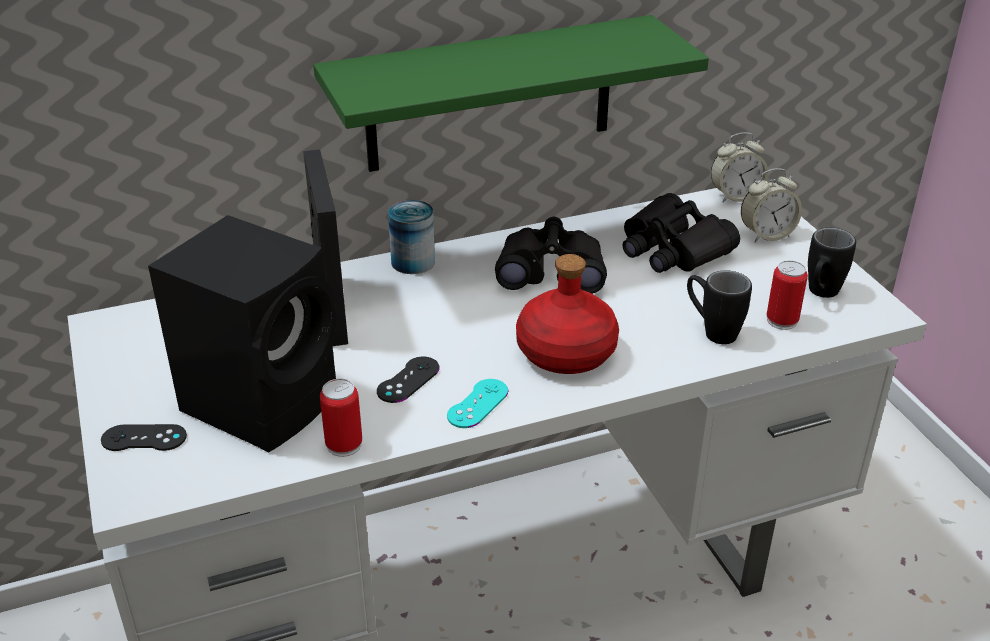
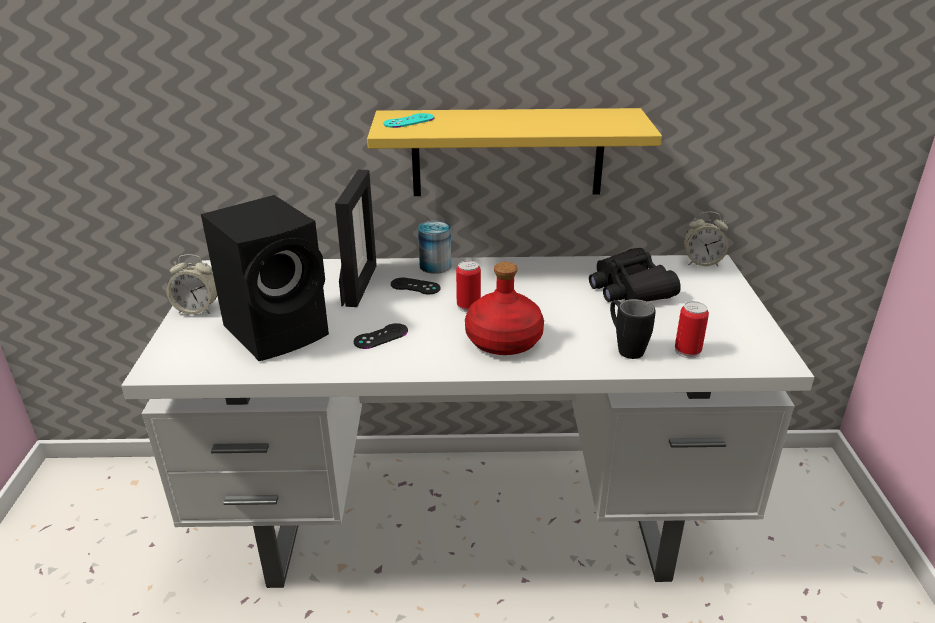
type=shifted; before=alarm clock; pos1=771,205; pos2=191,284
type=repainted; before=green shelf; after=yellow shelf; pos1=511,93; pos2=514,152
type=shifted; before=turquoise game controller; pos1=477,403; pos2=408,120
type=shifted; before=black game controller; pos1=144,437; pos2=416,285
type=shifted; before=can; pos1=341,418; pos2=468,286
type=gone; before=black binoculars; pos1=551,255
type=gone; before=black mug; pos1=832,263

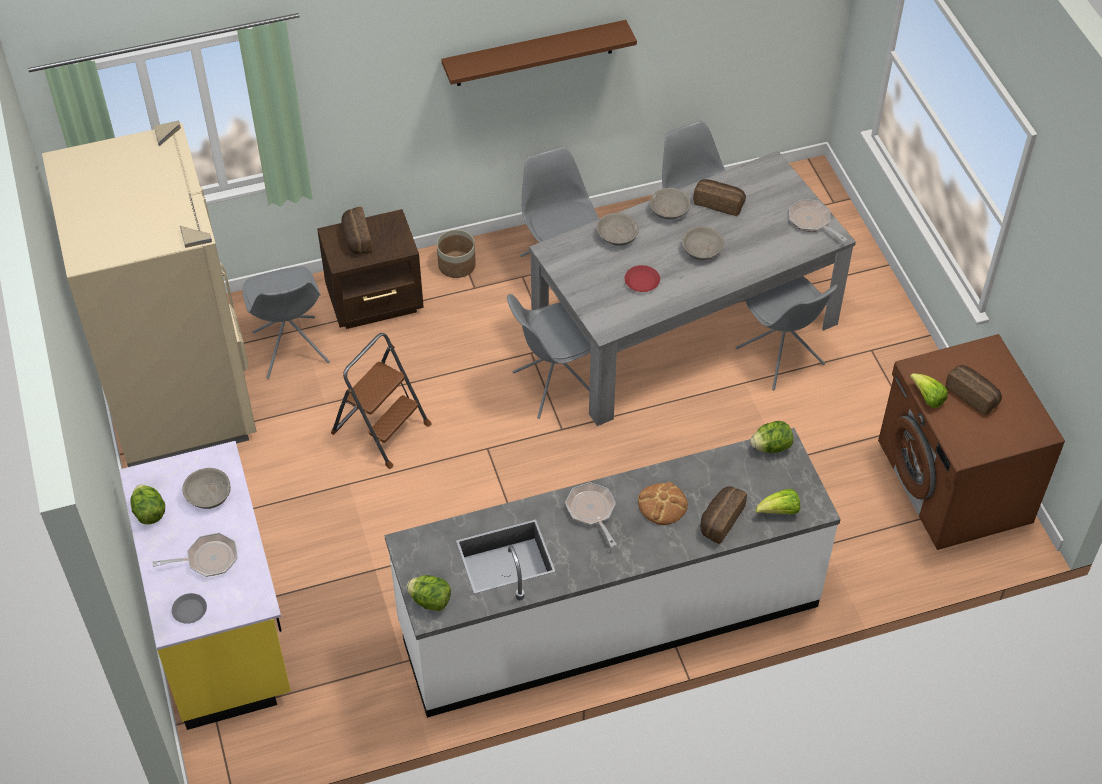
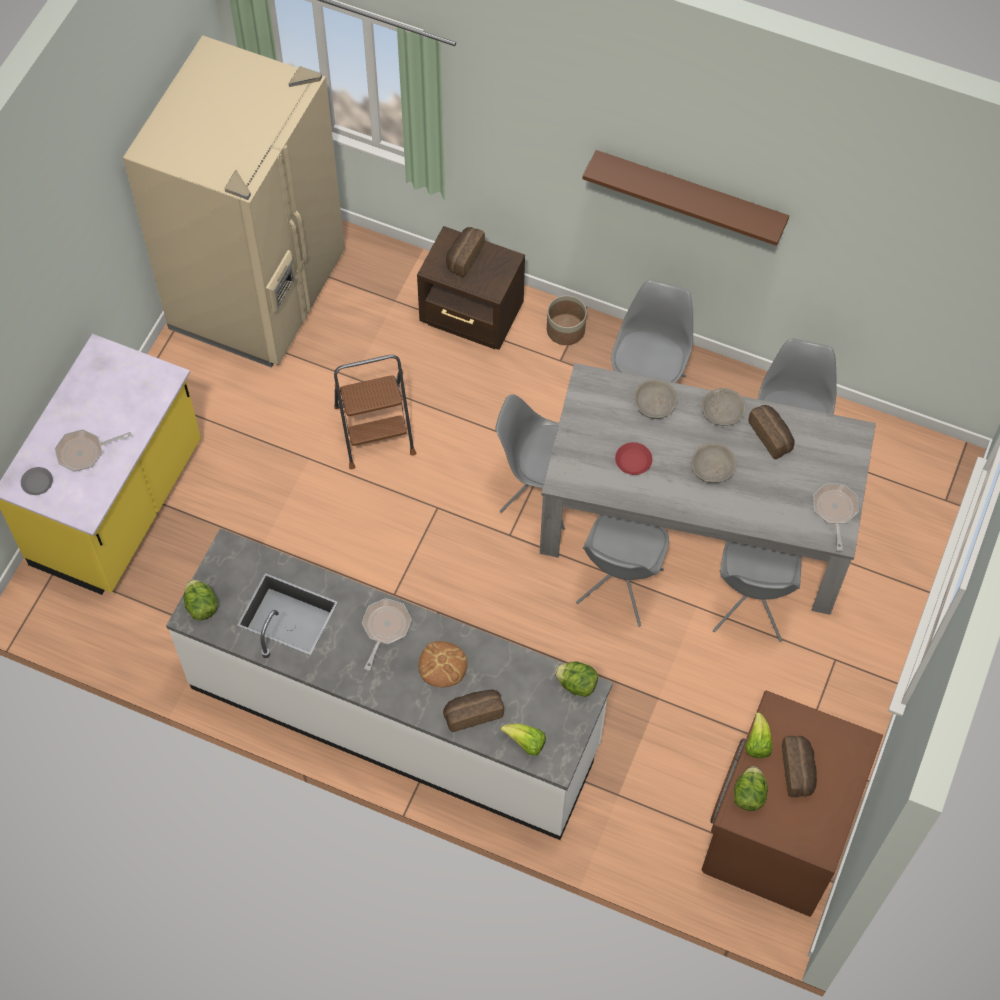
type=rotated; before=frying pan; pos1=195,555; pos2=93,450; turn=135
type=shifted; before=grey chair; pos1=286,322; pos2=622,571
type=shifted; before=lettuce; pos1=148,504; pos2=751,788
type=gone; before=grey bowl; pos1=206,488

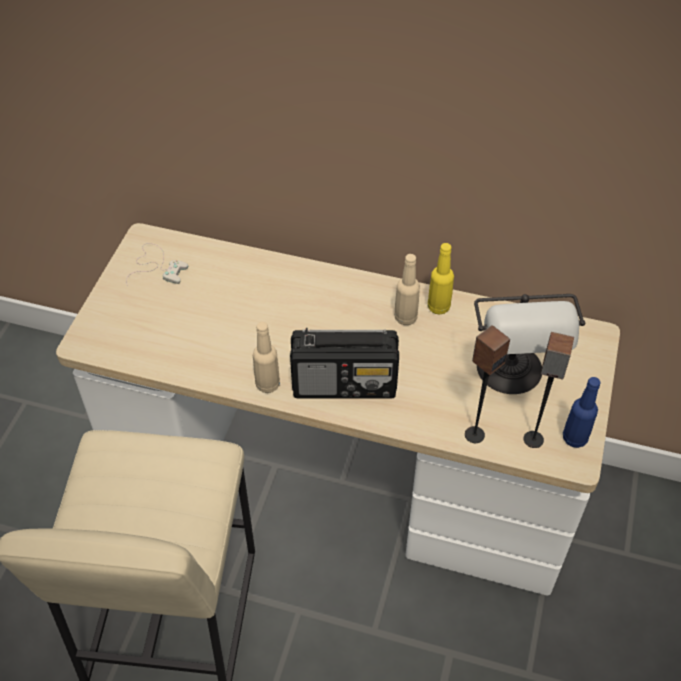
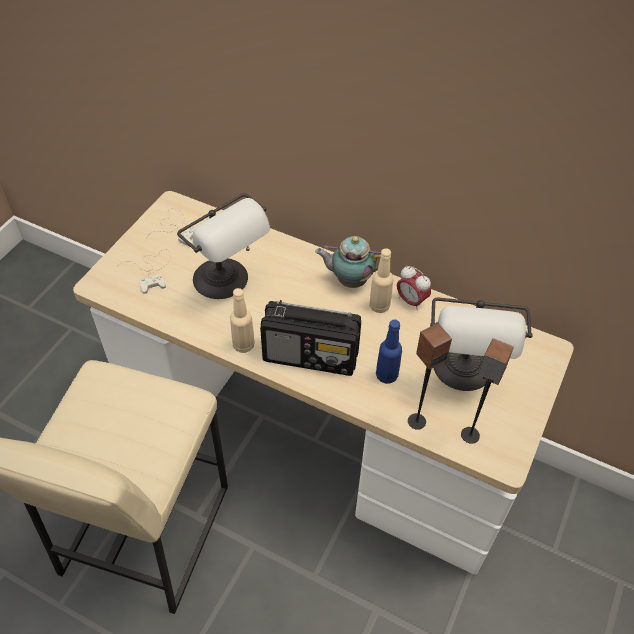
type=new; after=white game controller; pos2=145,271
type=new; after=table lamp; pos2=223,246
type=new; after=teapot; pos2=348,262
type=shifted; before=blue bottle; pos1=582,412; pos2=389,351
type=swapped; before=yellow bottle; after=alarm clock; pos1=441,279; pos2=414,288

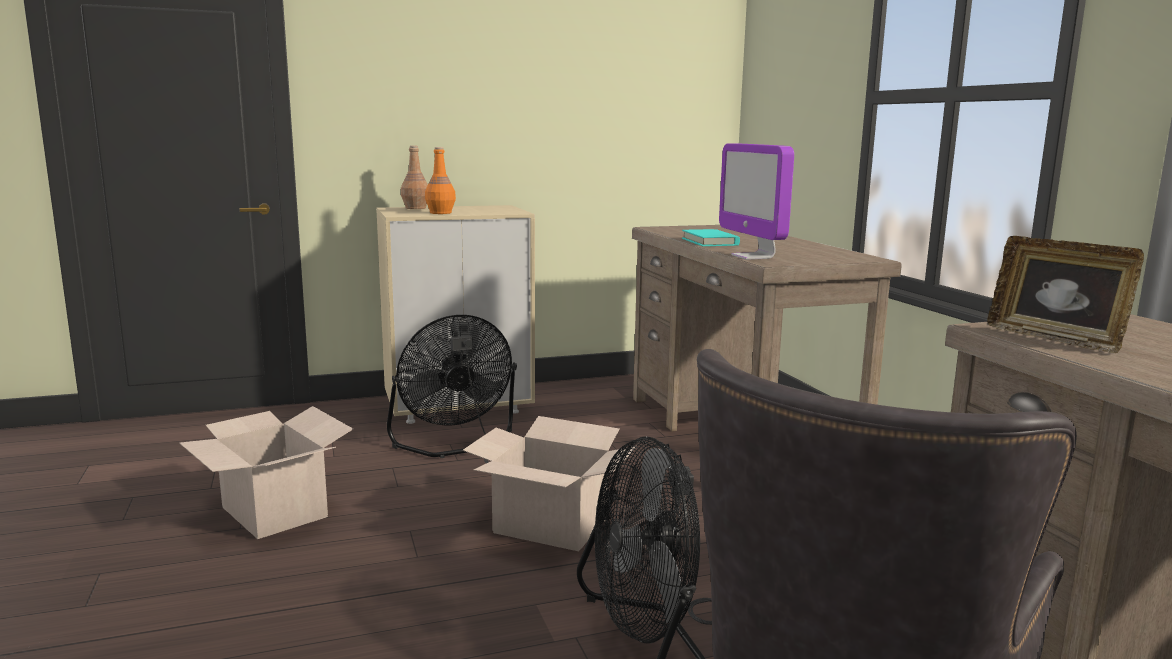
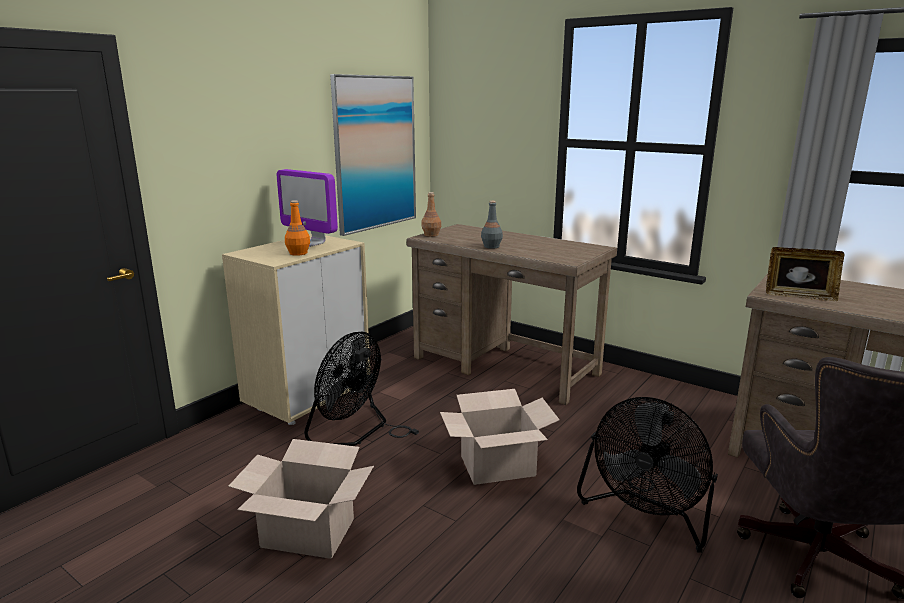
type=shifted; before=monitor; pos1=756,201; pos2=307,208
type=new; after=picture; pos2=373,155
type=shifted; before=brown bottle; pos1=414,177; pos2=431,214
type=swapped; before=turquoise book; after=grey bottle; pos1=711,237; pos2=492,225

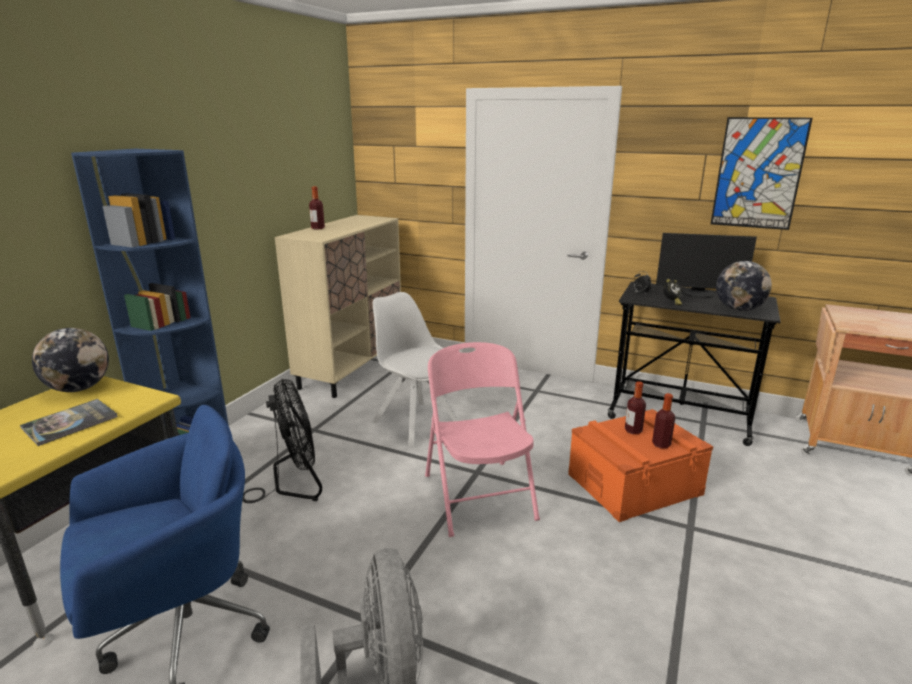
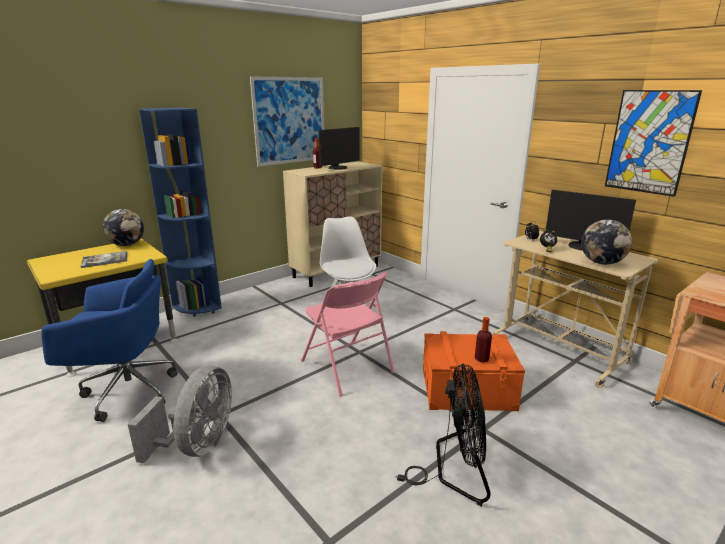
type=new; after=picture; pos2=287,121
type=rotated; before=pink chair; pos1=482,439; pos2=348,334; turn=135
type=new; after=monitor; pos2=339,148
type=shifted; before=black fan; pos1=282,441; pos2=443,435
type=repainted; before=black desk; after=beige desk; pos1=694,364; pos2=576,309
type=gone; before=bottle; pos1=635,407

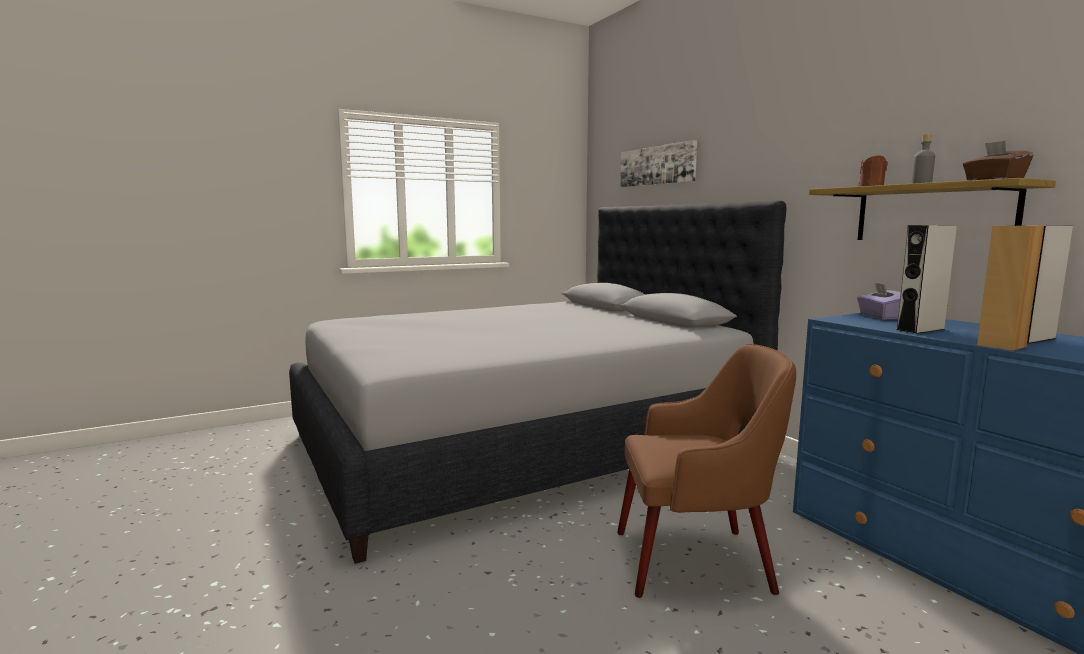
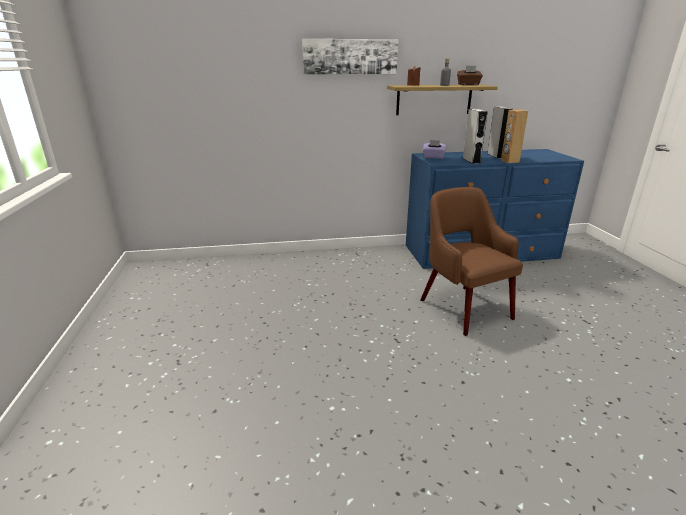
type=shifted; before=picture; pos1=658,163; pos2=350,57
type=rotated; before=brown armchair; pos1=706,471; pos2=471,261; turn=-45
type=gone; before=grey bed; pos1=537,382

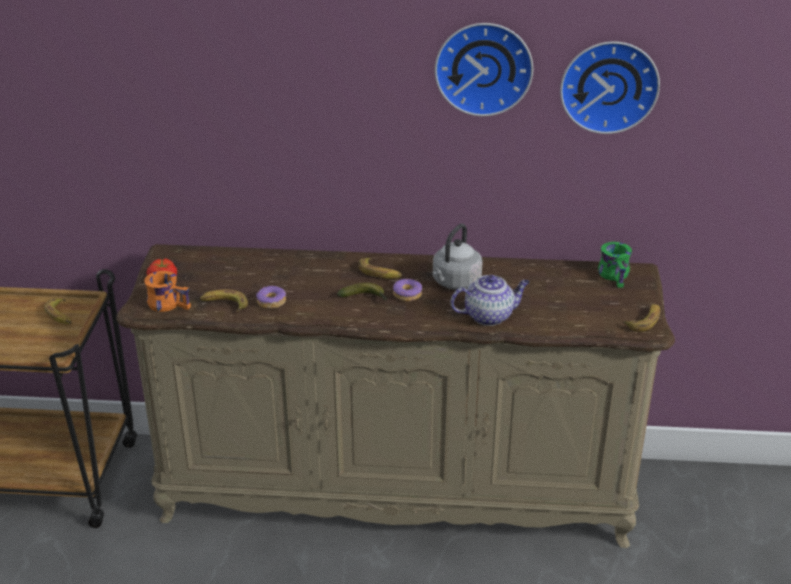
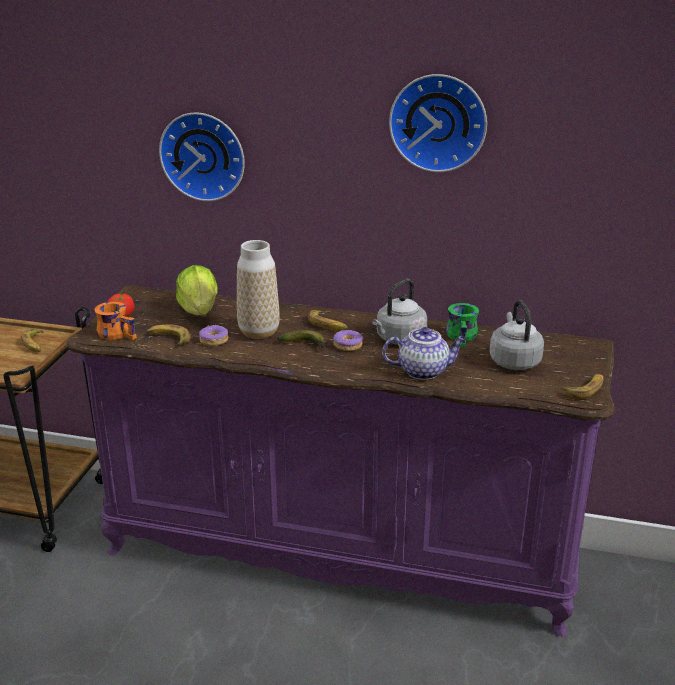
type=repainted; before=beige cabinet; after=purple cabinet; pos1=395,396; pos2=340,461
type=shifted; before=wall clock; pos1=610,87; pos2=202,157
type=new; after=lettuce; pos2=197,290
type=new; after=vase; pos2=258,289
type=shifted; before=green mug; pos1=615,265; pos2=462,325
type=new; after=grey kettle; pos2=516,335

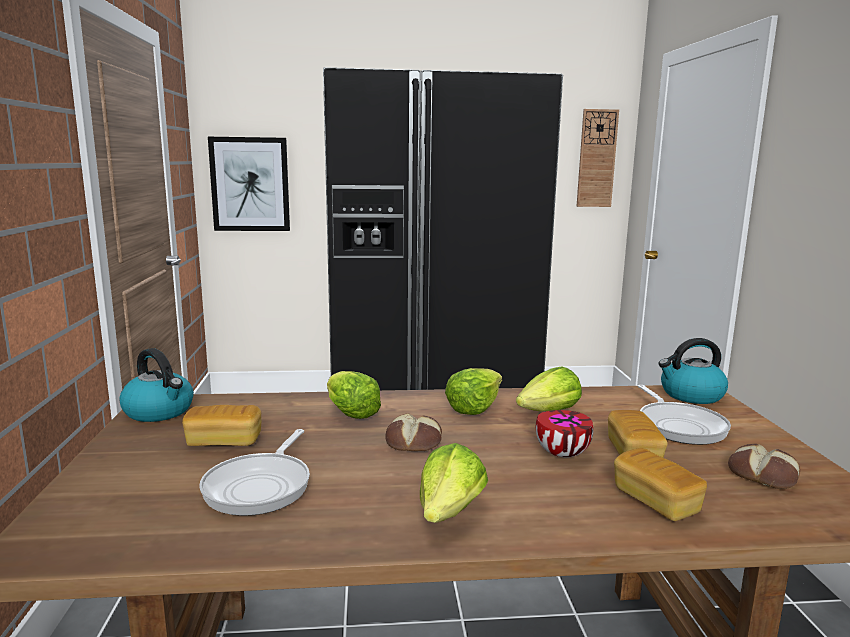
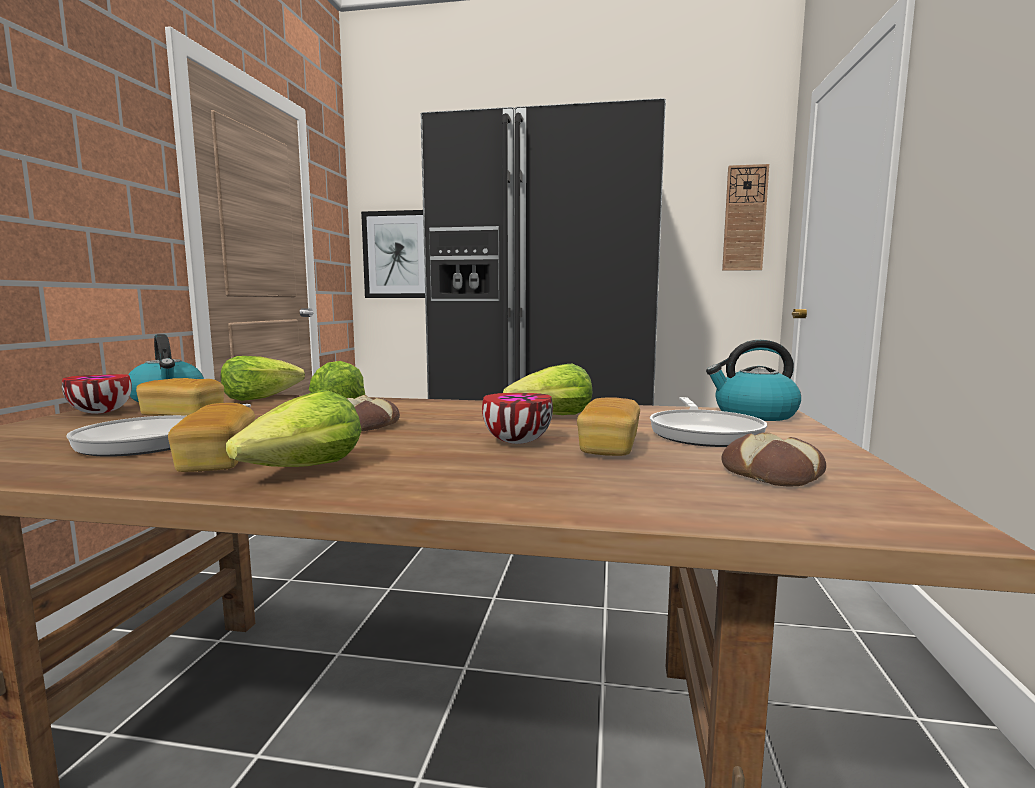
type=new; after=bowl; pos2=97,394
type=shifted; before=bread; pos1=660,484; pos2=211,437
type=shifted; before=lettuce; pos1=473,391; pos2=263,378

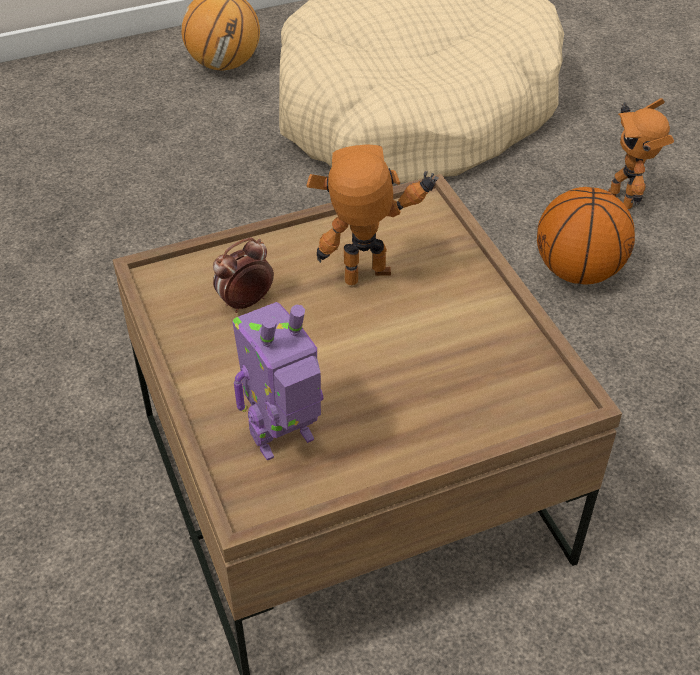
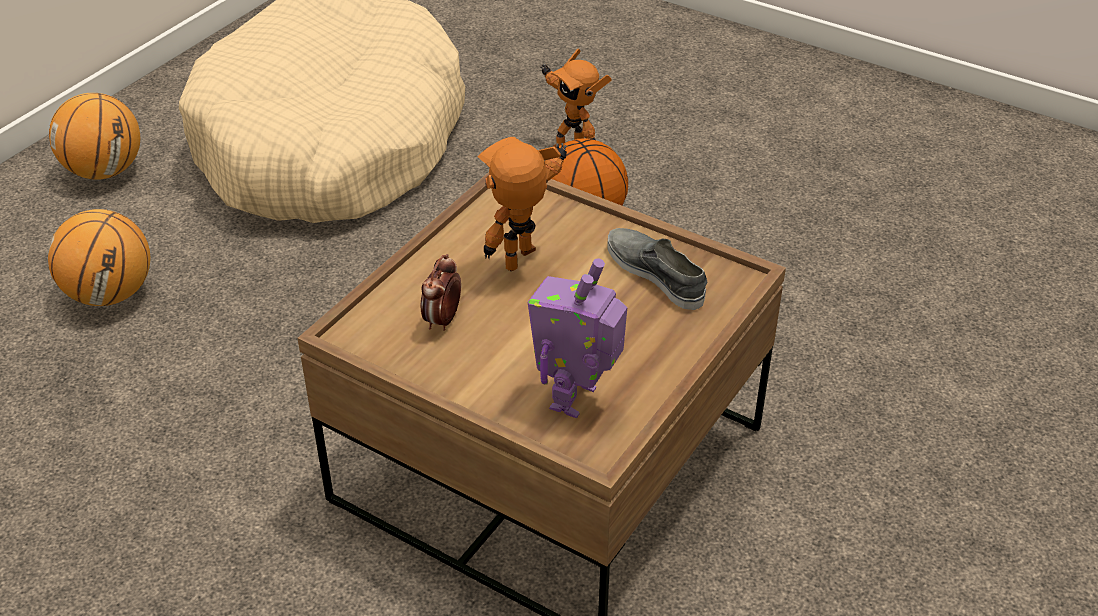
type=new; after=basketball; pos2=99,257
type=new; after=grey shoe; pos2=657,269

